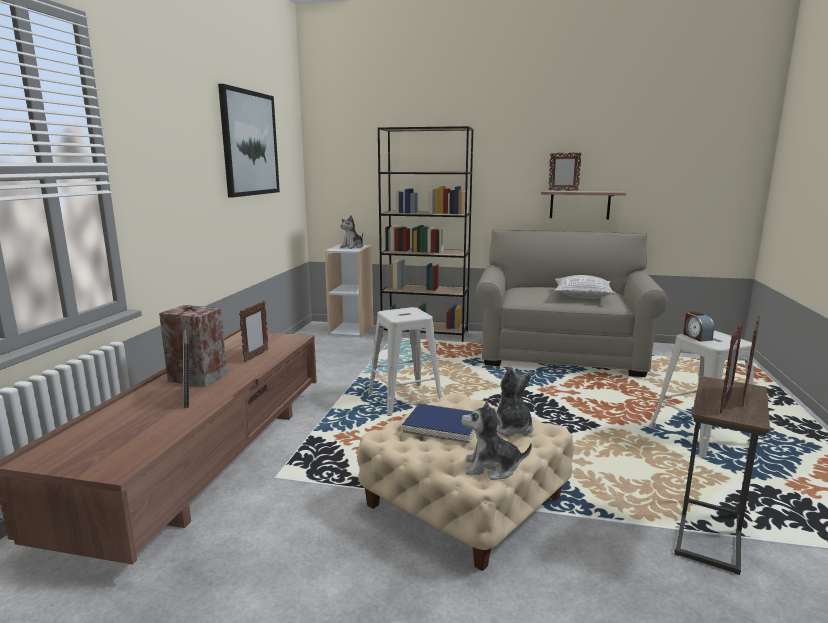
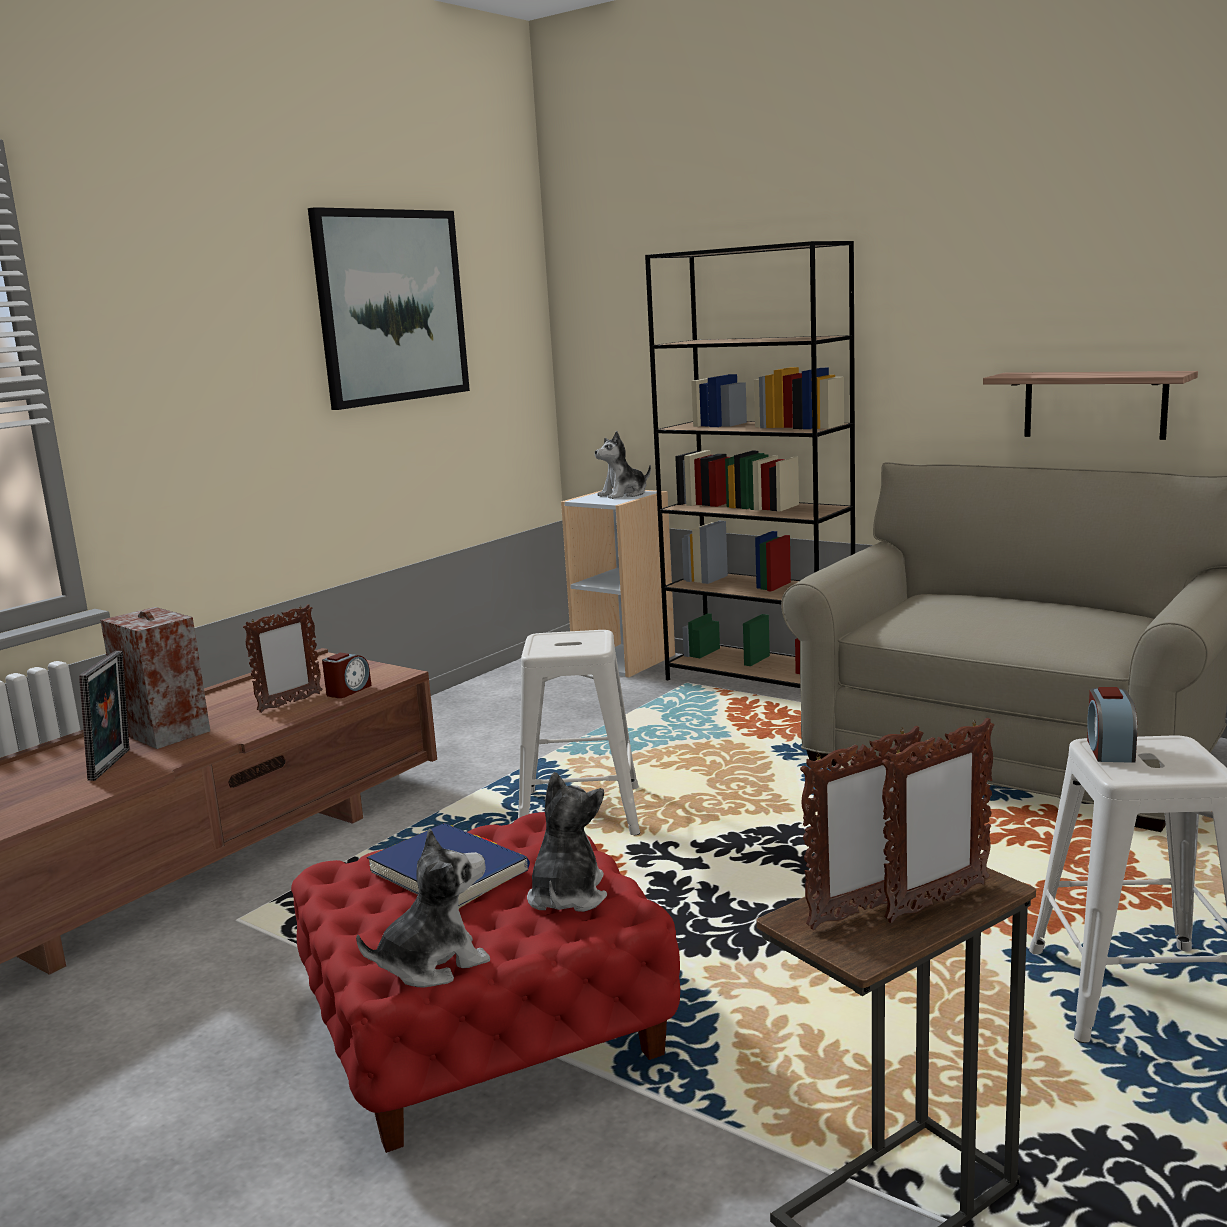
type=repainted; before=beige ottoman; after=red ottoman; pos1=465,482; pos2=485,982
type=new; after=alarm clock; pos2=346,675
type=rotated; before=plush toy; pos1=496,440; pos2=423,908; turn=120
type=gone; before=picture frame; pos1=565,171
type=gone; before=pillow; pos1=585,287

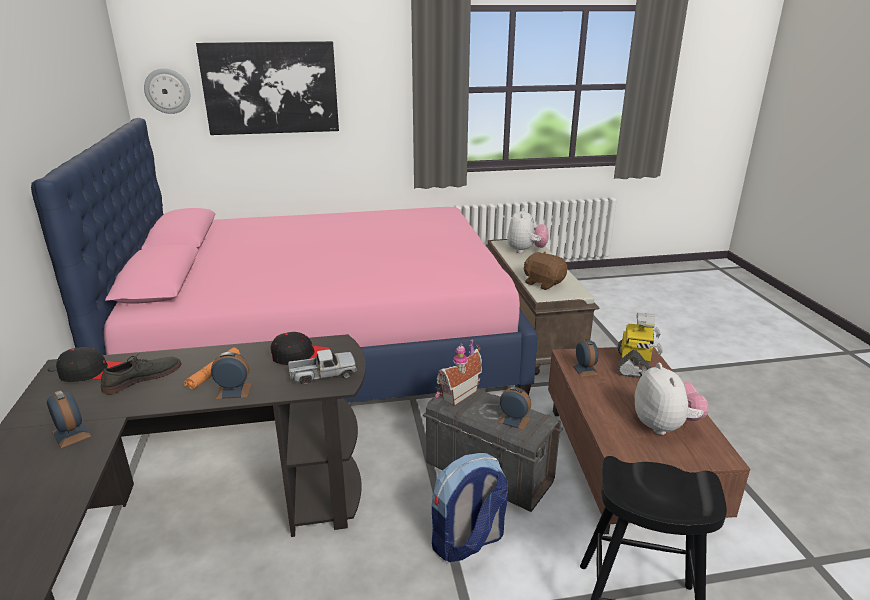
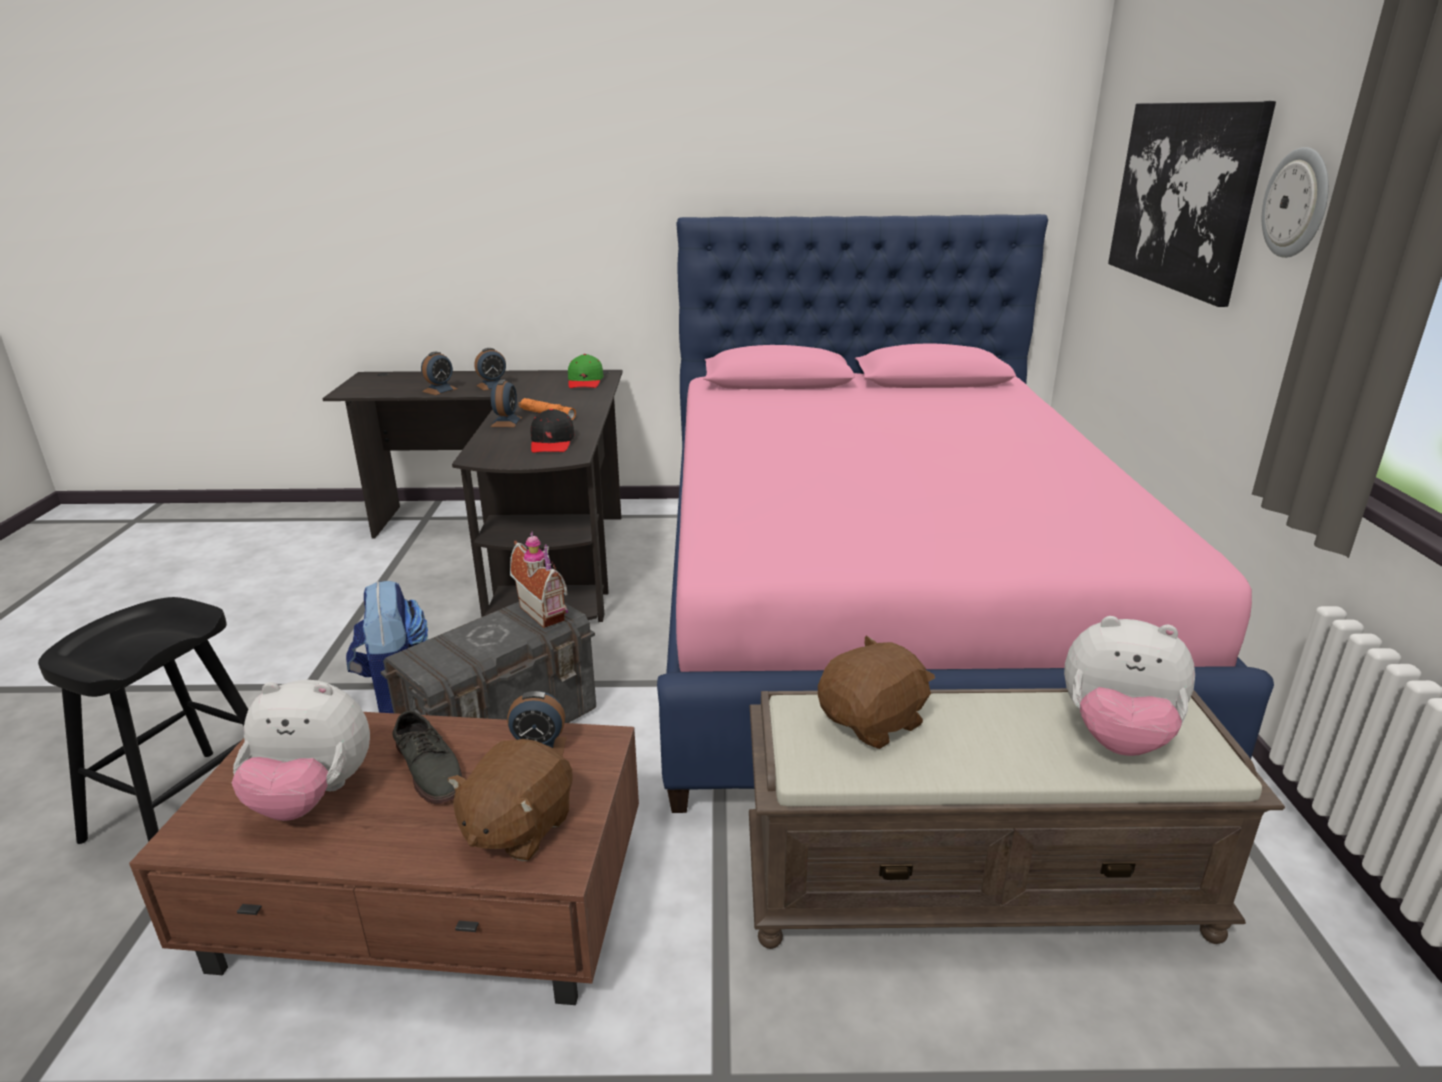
type=shifted; before=grey shoe; pos1=141,374; pos2=427,757
type=shifted; before=alarm clock; pos1=514,408; pos2=439,373
type=swapped; before=toy robot; after=brown plush toy; pos1=640,345; pos2=510,800
type=repainted; before=black cap; after=green cap; pos1=90,364; pos2=585,371
type=shifted; before=wall clock; pos1=167,91; pos2=1295,202
type=gone; before=toy truck; pos1=322,367

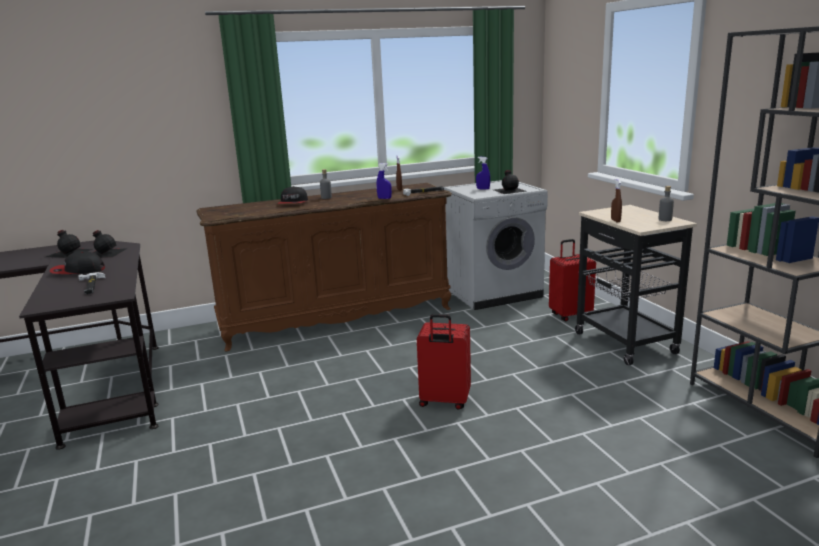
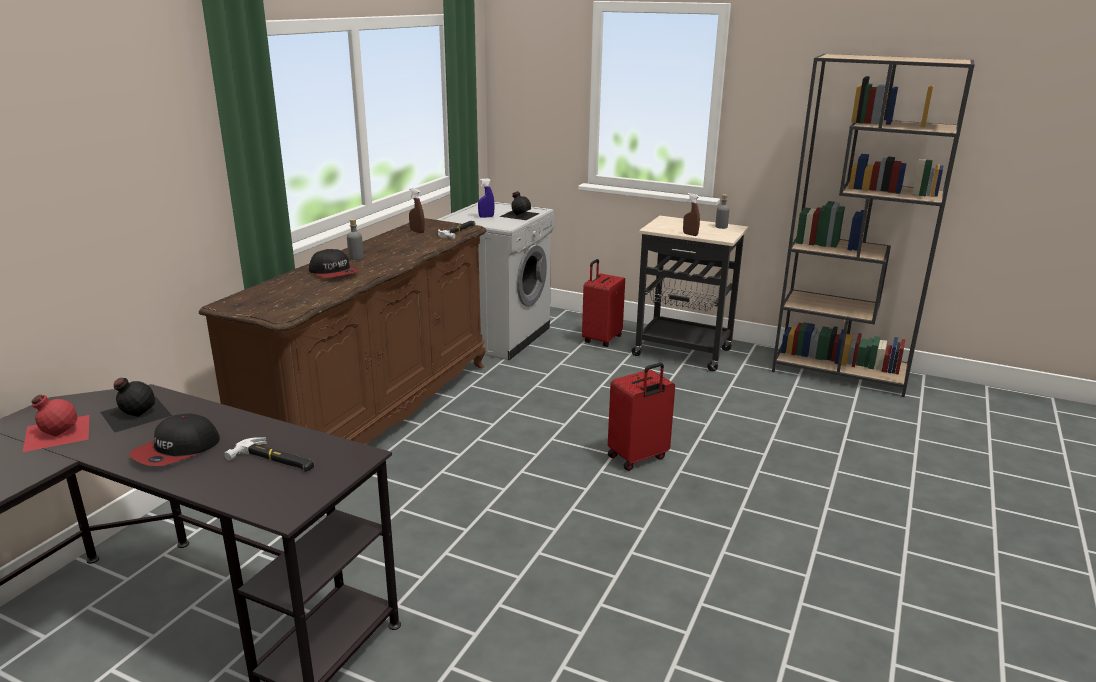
type=repainted; before=black bottle; after=red bottle; pos1=69,244; pos2=56,423
type=gone; before=blue spray bottle; pos1=384,181

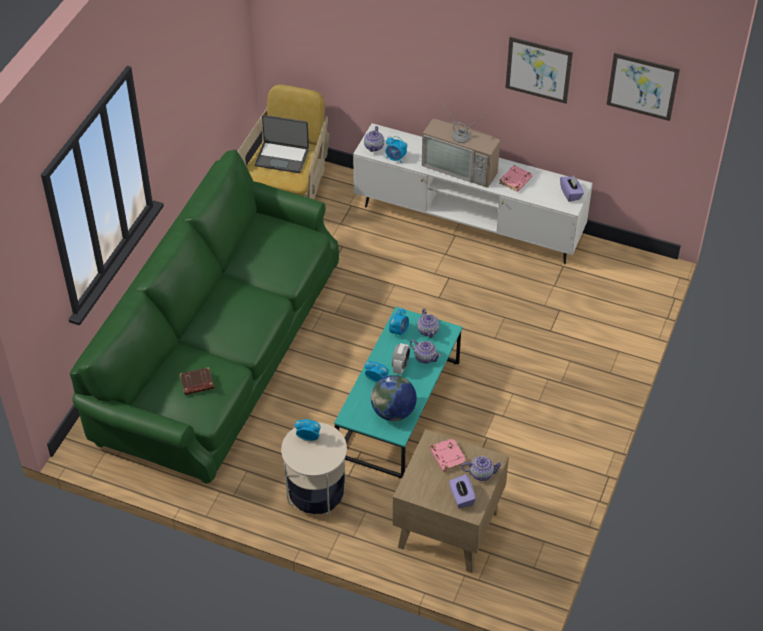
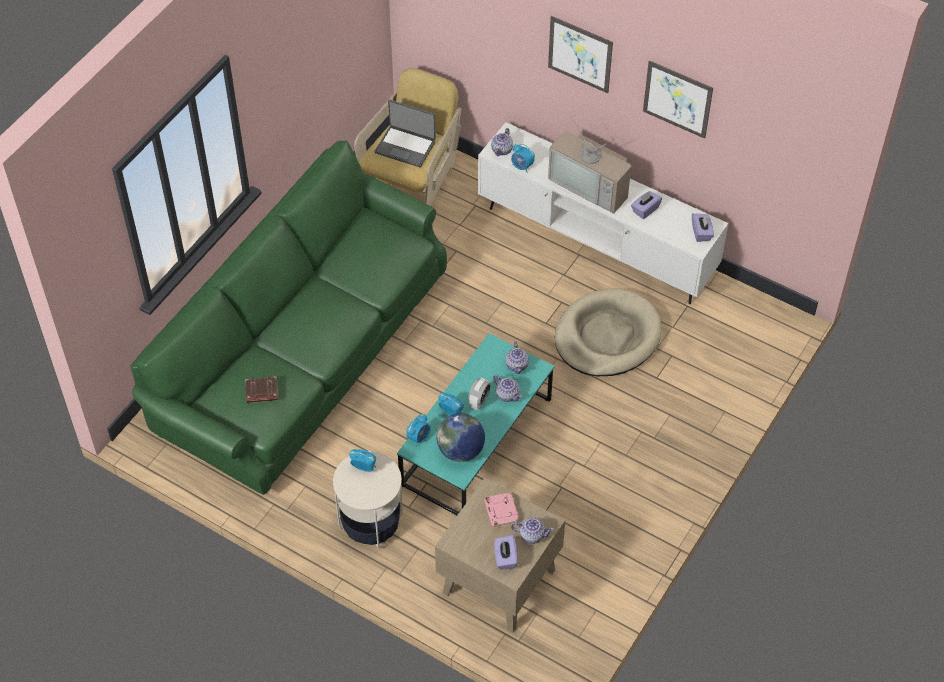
type=shifted; before=alarm clock; pos1=399,323; pos2=418,430
type=shifted; before=picture; pos1=643,87; pos2=580,54
type=new; after=beige dog bed; pos2=608,332
type=swapped; before=pink book; after=purple tissue box; pos1=516,178; pos2=646,205

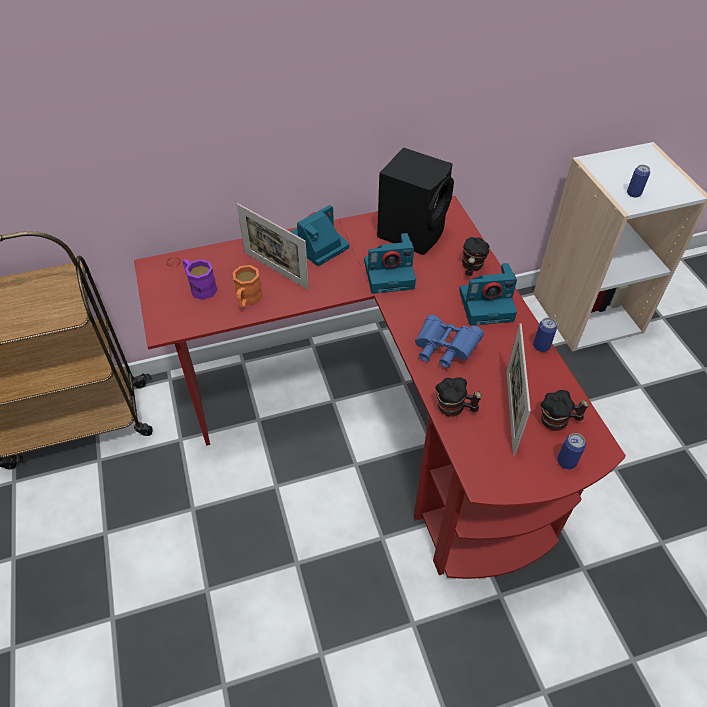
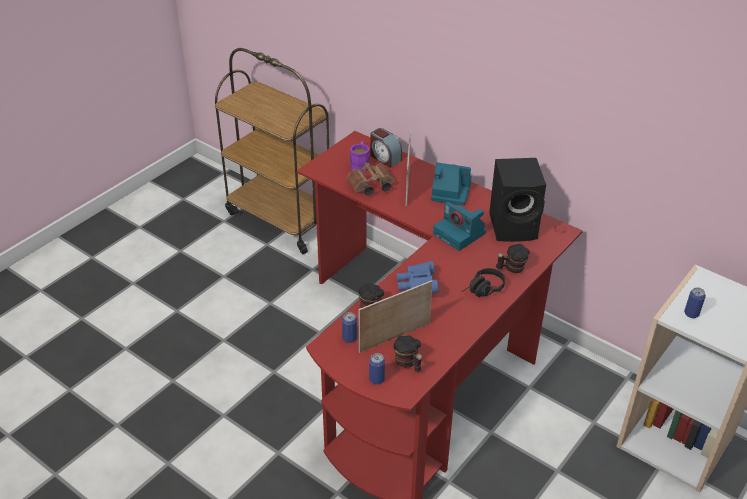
type=shifted; before=can; pos1=545,335; pos2=349,327
type=swapped; before=orange mug; after=brown binoculars; pos1=247,286; pos2=371,179
type=new; after=alarm clock; pos2=386,148
type=swapped; before=photo camera; after=black headphones; pos1=488,294; pos2=483,282

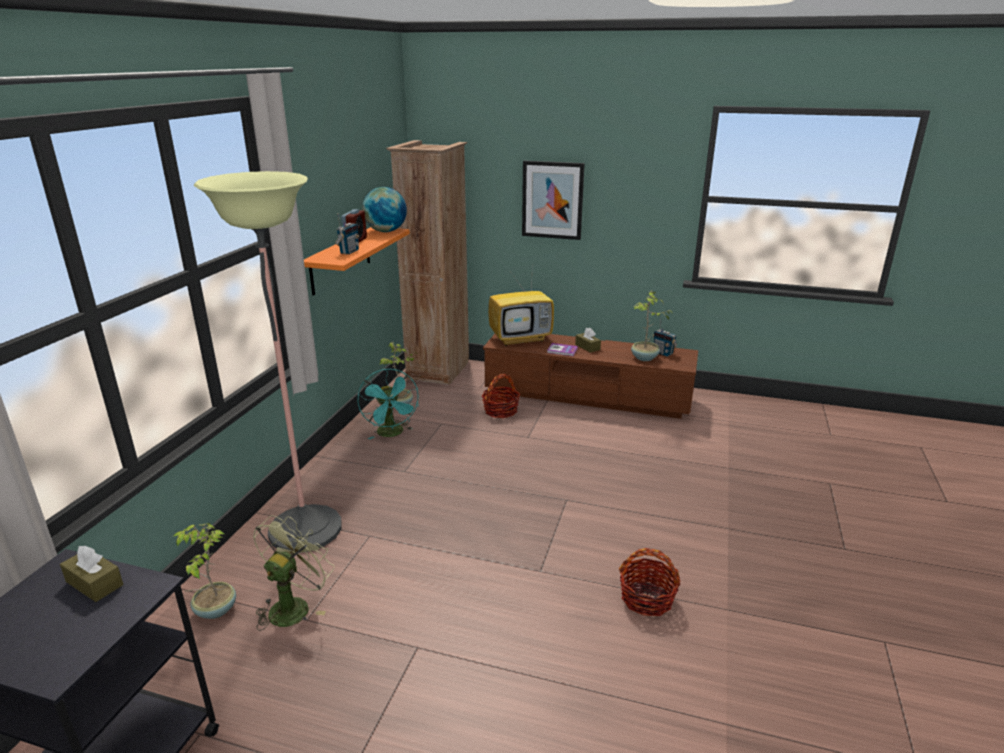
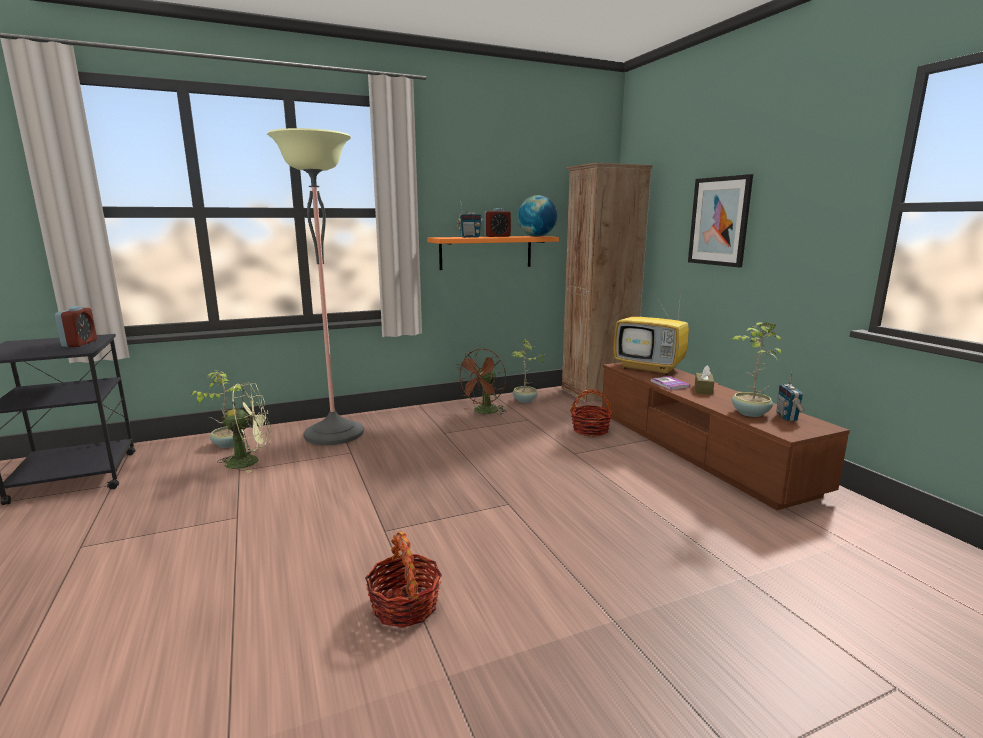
type=swapped; before=brown tissue box; after=alarm clock; pos1=91,573; pos2=76,326
type=repainted; before=turquoise fan; after=brown fan; pos1=388,404; pos2=480,382

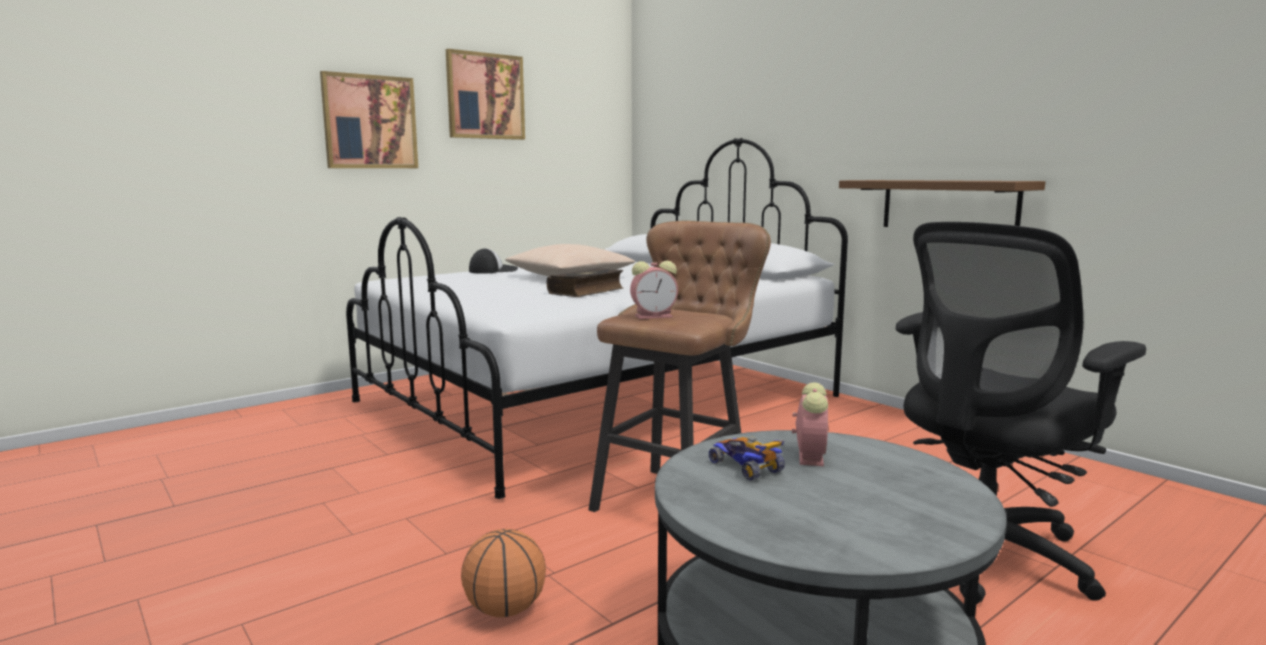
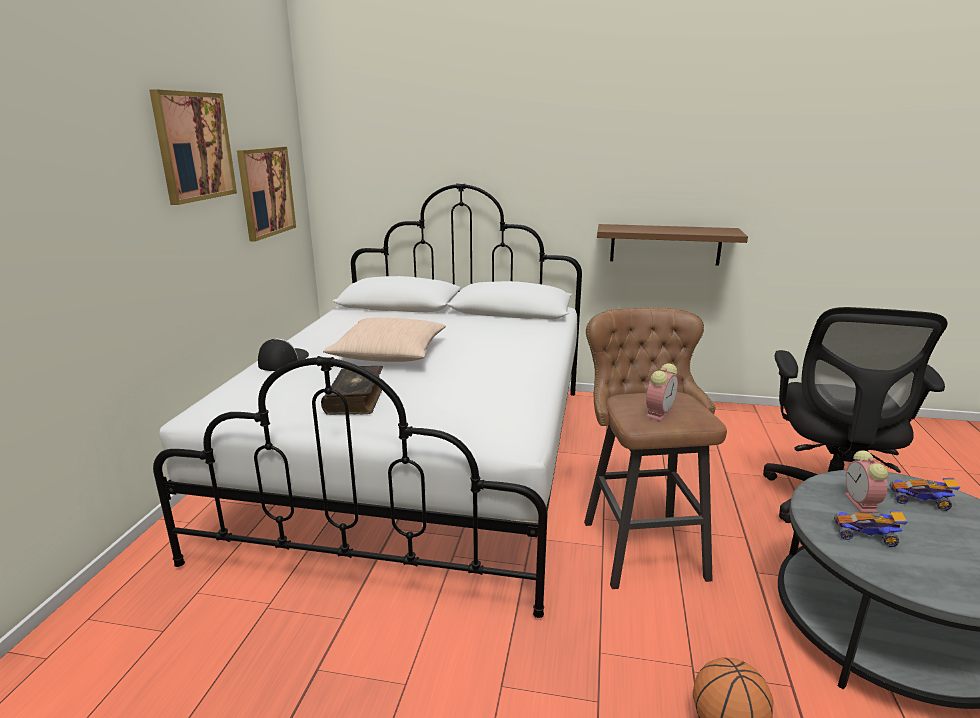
type=shifted; before=picture; pos1=369,119; pos2=266,194
type=shifted; before=book; pos1=585,282; pos2=352,390
type=rotated; before=alarm clock; pos1=810,424; pos2=866,481; turn=-150
type=new; after=toy car; pos2=925,494

